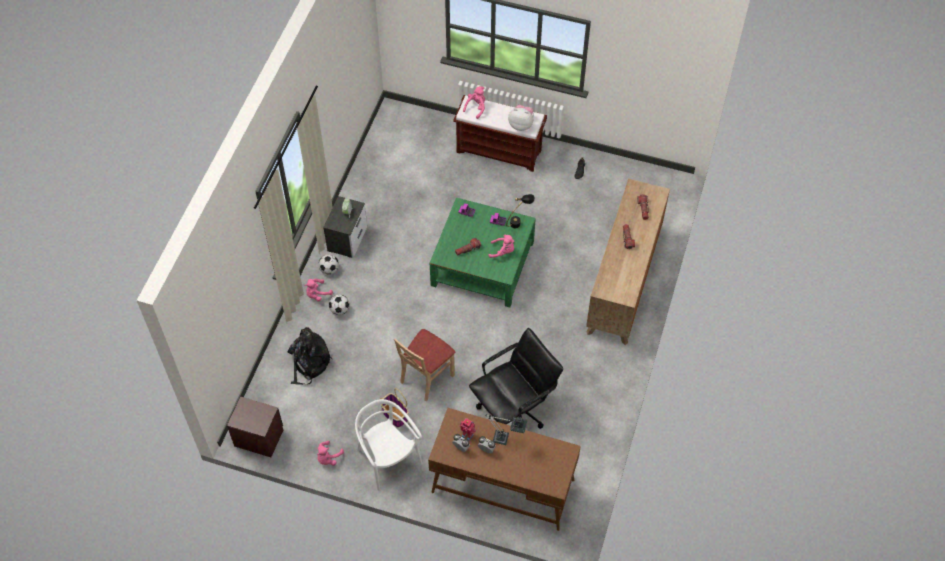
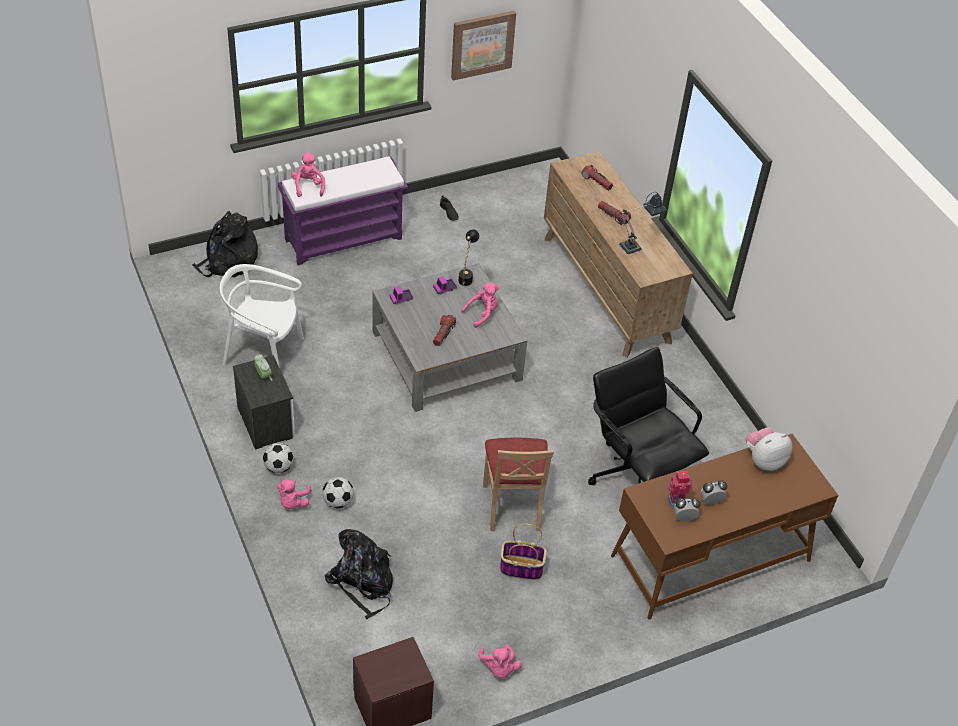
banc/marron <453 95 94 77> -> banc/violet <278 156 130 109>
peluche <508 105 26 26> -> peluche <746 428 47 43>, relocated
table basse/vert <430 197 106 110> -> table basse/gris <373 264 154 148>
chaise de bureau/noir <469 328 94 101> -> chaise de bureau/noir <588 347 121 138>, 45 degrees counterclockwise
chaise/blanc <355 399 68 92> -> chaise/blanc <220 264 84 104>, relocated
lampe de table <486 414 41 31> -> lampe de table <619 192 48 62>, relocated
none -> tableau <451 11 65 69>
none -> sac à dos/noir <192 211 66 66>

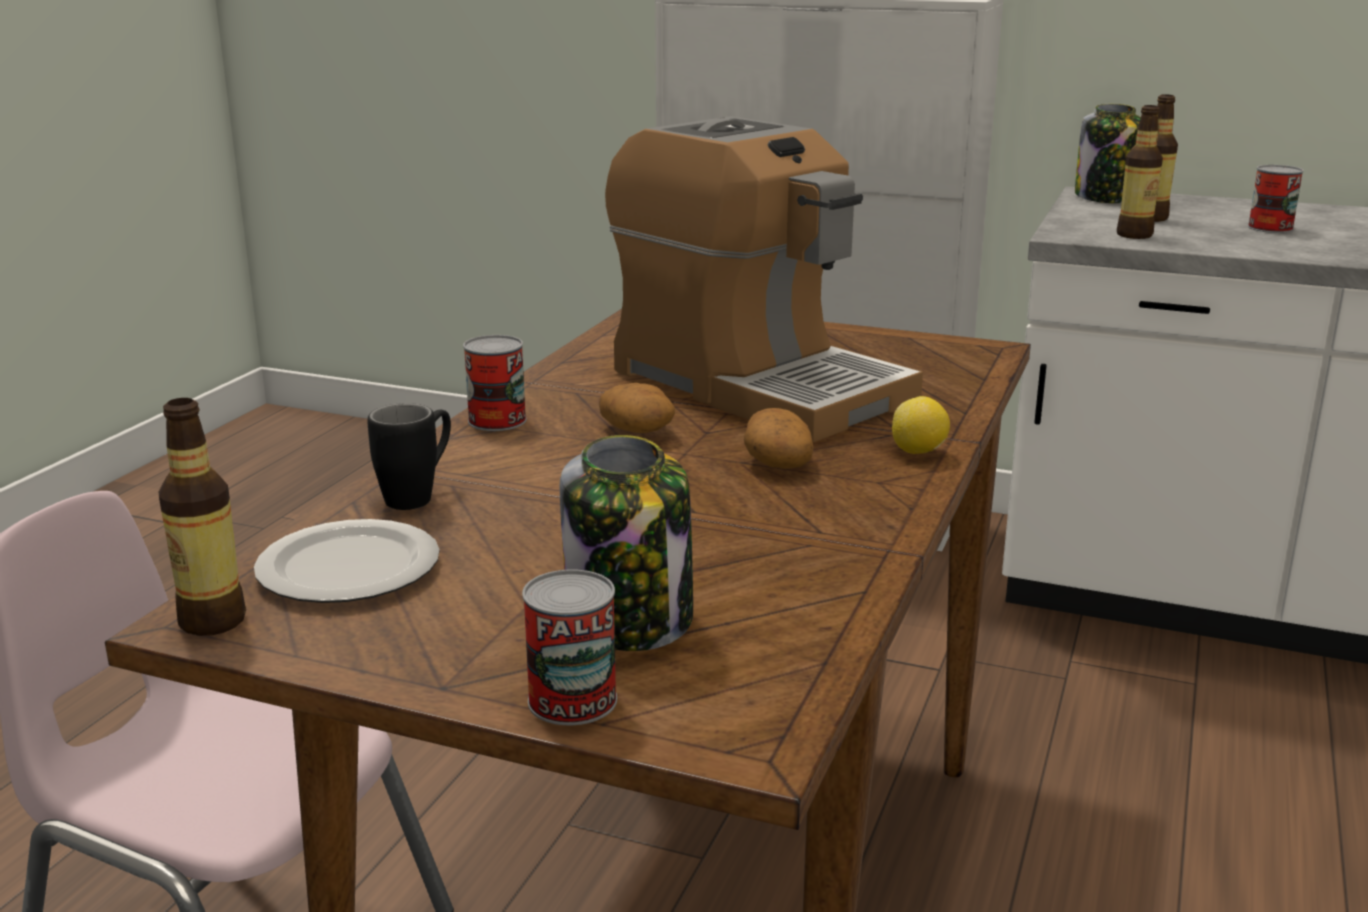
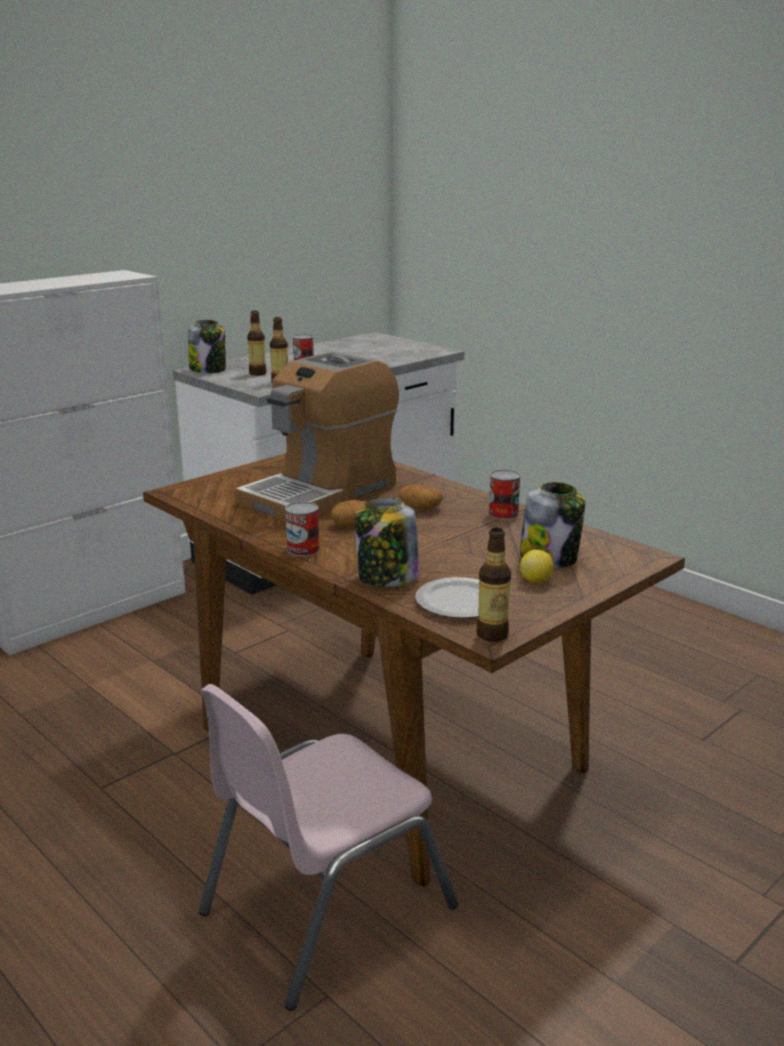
machine à café <605 116 318 326> -> machine à café <235 351 164 171>, 150 degrees clockwise
citron <892 396 58 58> -> citron <520 549 34 34>, relocated
mug/noir <367 403 84 107> -> bocal <355 498 64 89>
boîte métallique <522 569 95 156> -> boîte métallique <489 469 32 50>, relocated

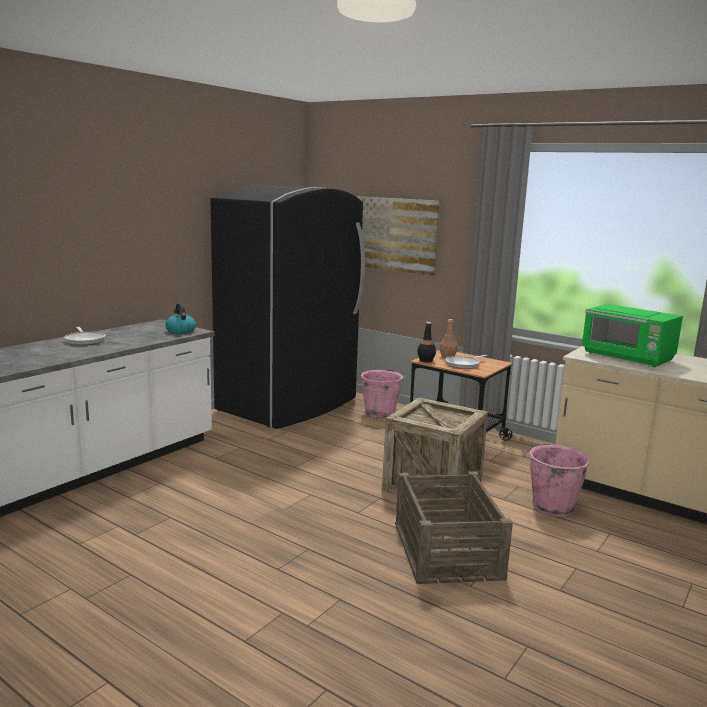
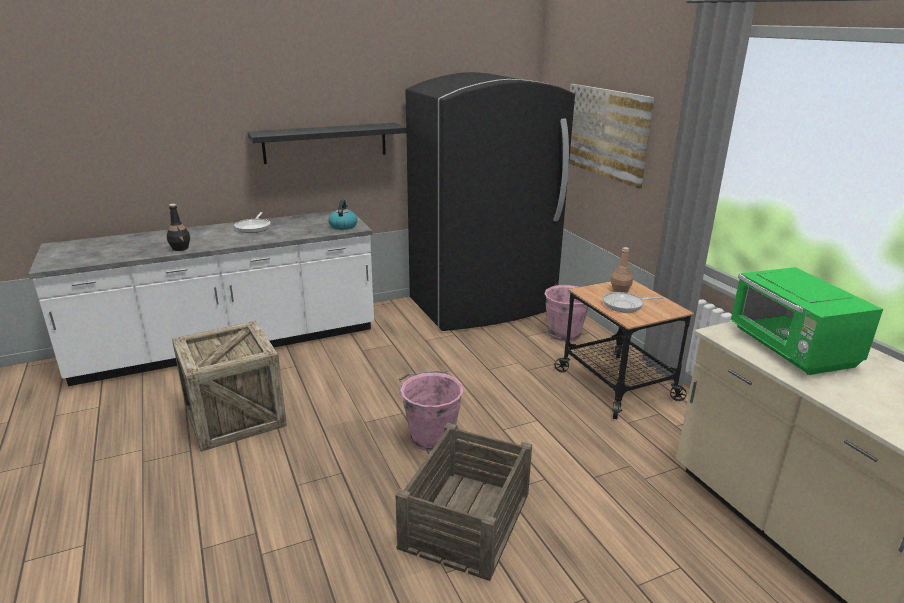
bouteille/noir <417 322 19 41> -> bouteille/noir <167 204 23 47>, relocated
caisse <382 398 106 113> -> caisse <172 321 115 131>, relocated
seau/rose <522 444 68 73> -> seau/rose <399 371 65 80>, relocated
none -> étagère/noir <247 123 159 41>

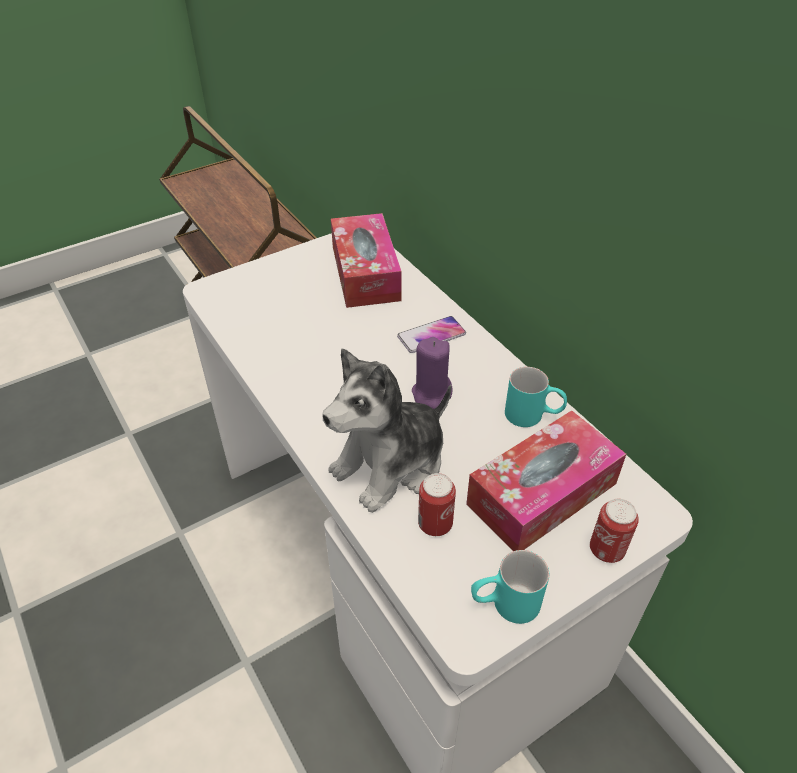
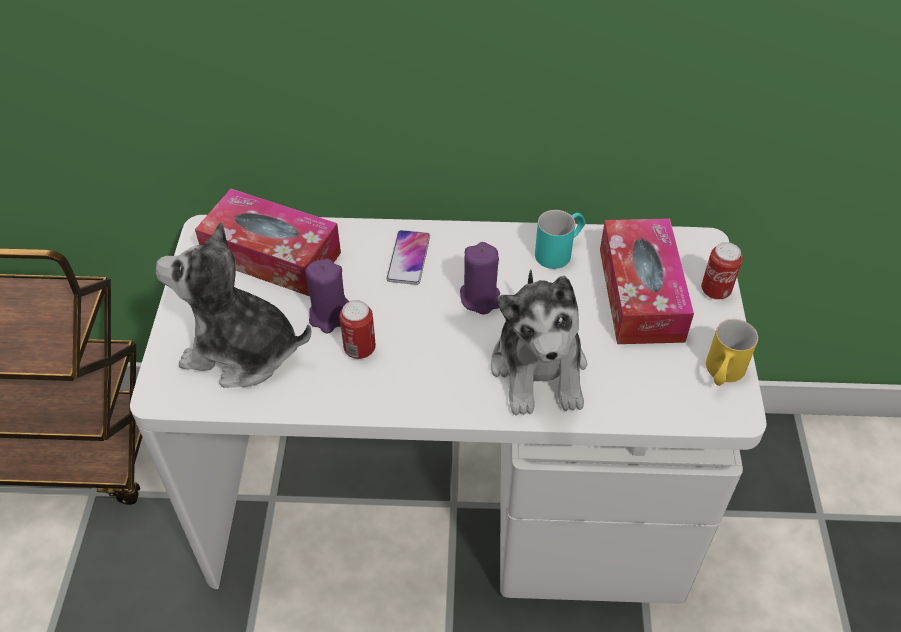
boîte métallique <418 473 38 63> -> boîte métallique <339 300 37 59>, relocated
mug/turquoise <471 550 78 74> -> mug/jaune <706 319 52 67>
none -> peluche <156 222 156 166>
none -> bougie/violet <305 258 44 76>

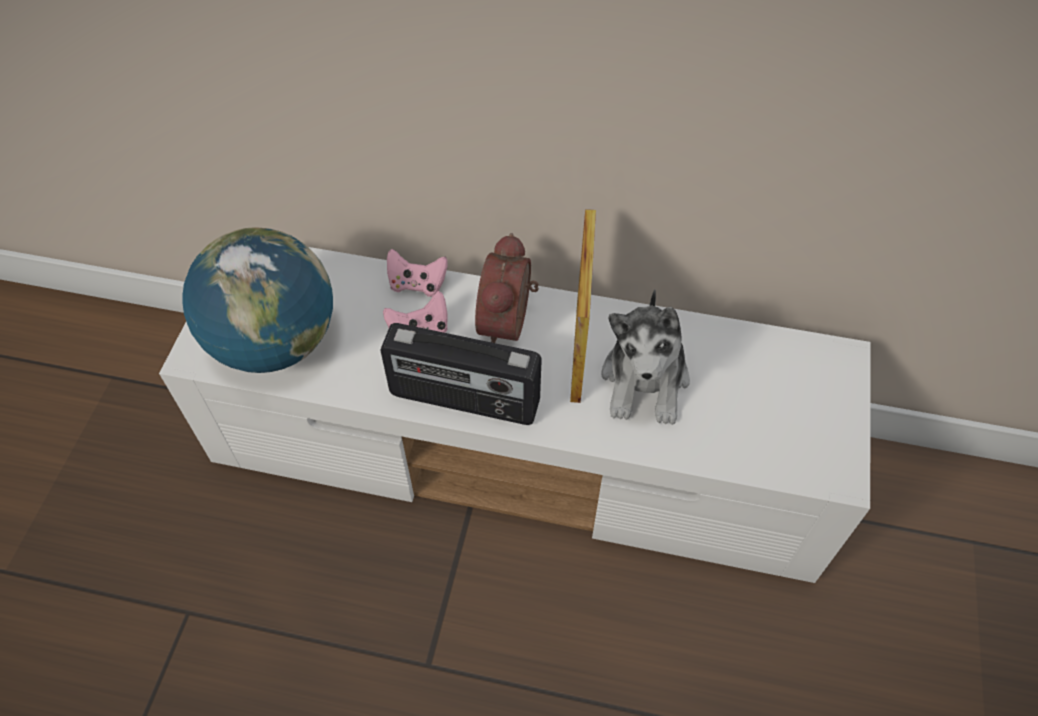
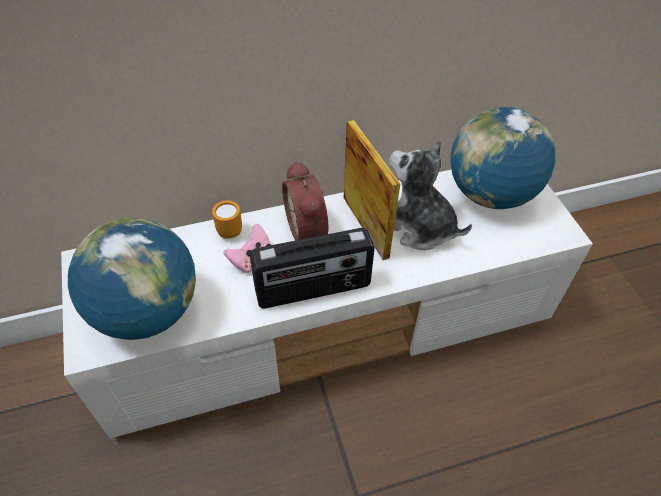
manette/rose <387 249 61 48> -> mug/orange <212 200 30 39>
peluche <601 290 89 135> -> peluche <389 140 83 110>, 150 degrees clockwise
none -> globe <450 107 105 102>

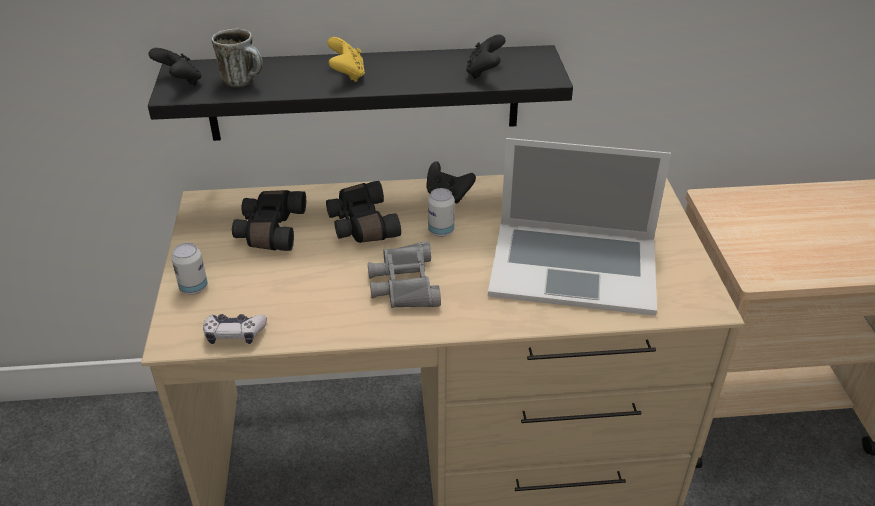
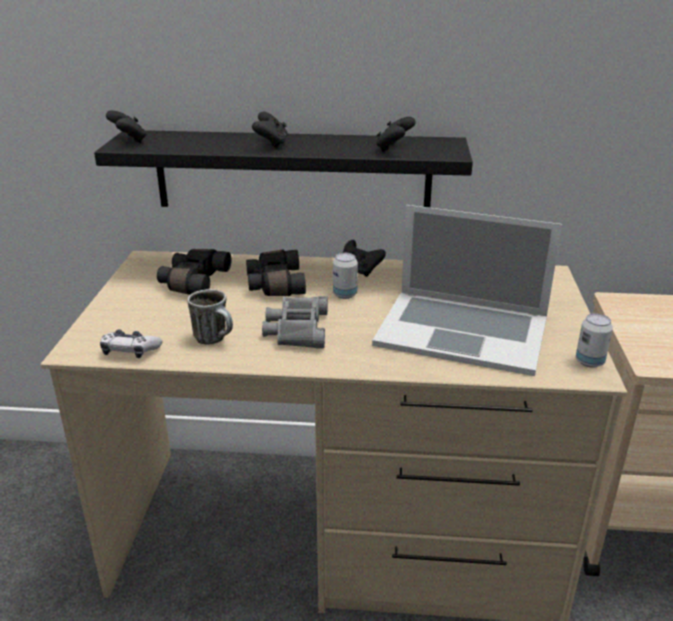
mug <212 29 51 58> -> mug <187 289 46 55>, relocated
manette/jaune <327 37 38 45> -> manette/noir <252 112 36 36>
boîte métallique <171 243 37 52> -> boîte métallique <576 313 37 55>, relocated

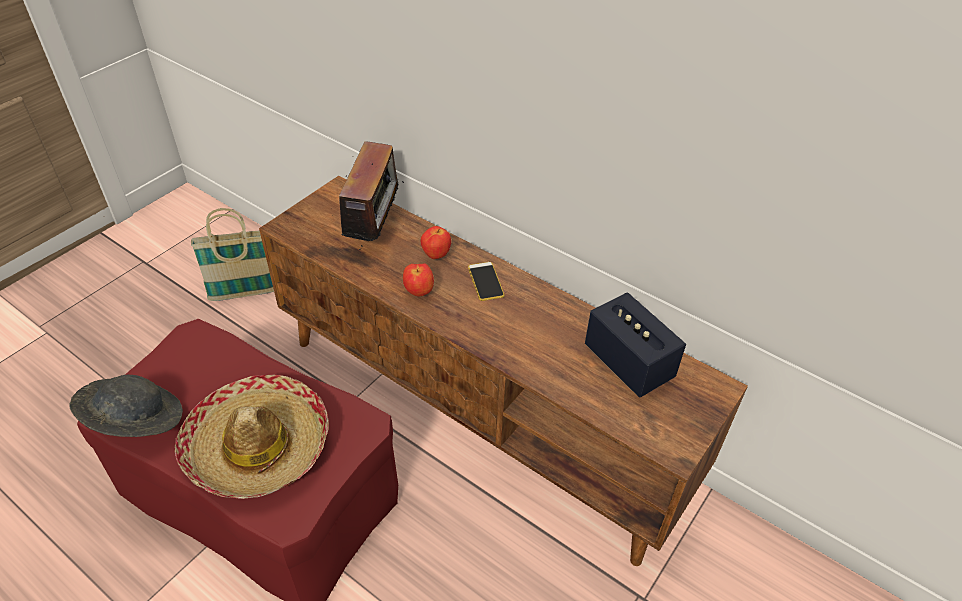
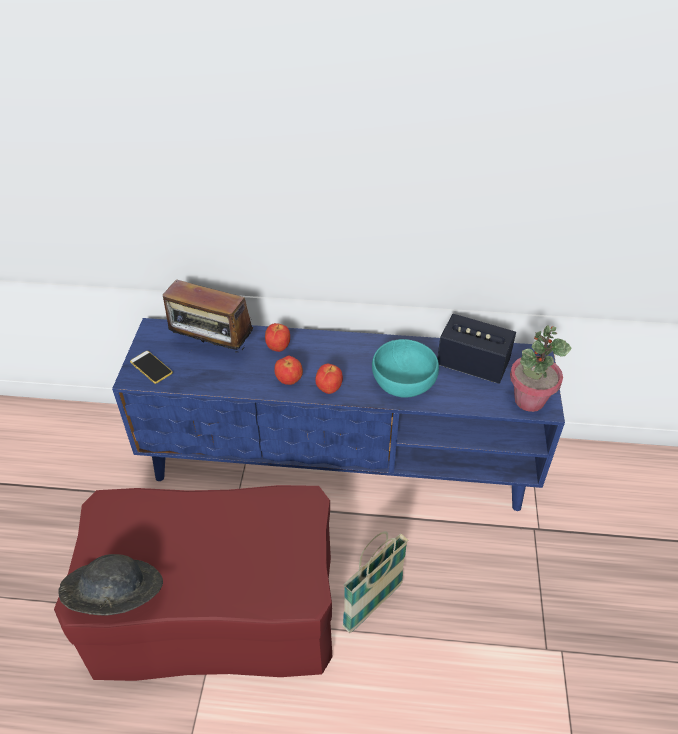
radio <339 141 69 112> -> radio <163 279 90 74>, 135 degrees clockwise
meuble télé/marron <259 176 489 390> -> meuble télé/bleu <112 318 453 193>
panier <191 208 83 93> -> panier <342 531 66 102>, relocated
téléphone <468 262 37 39> -> téléphone <130 351 43 33>, relocated
chapeau <175 375 154 124> -> none
none -> plante en pot <510 325 61 87>
none -> bol/turquoise <372 339 67 59>
none -> pomme <315 364 28 30>

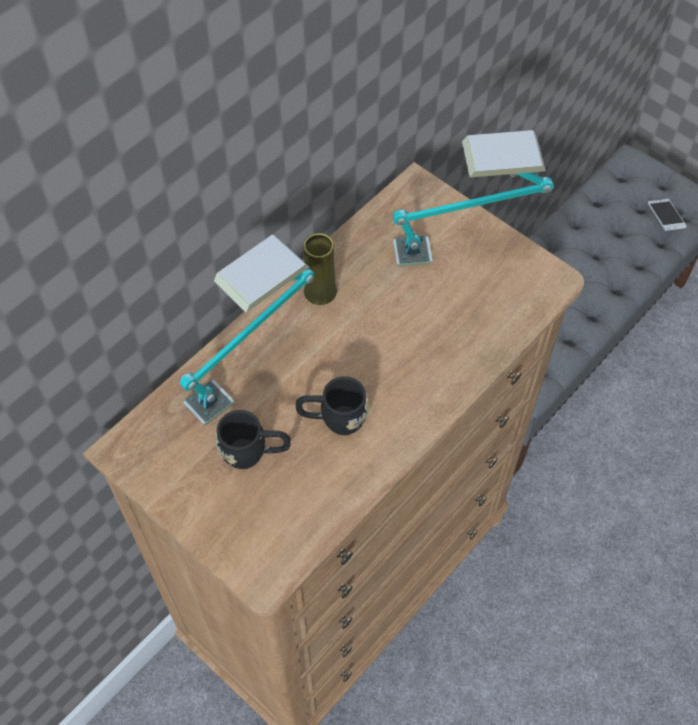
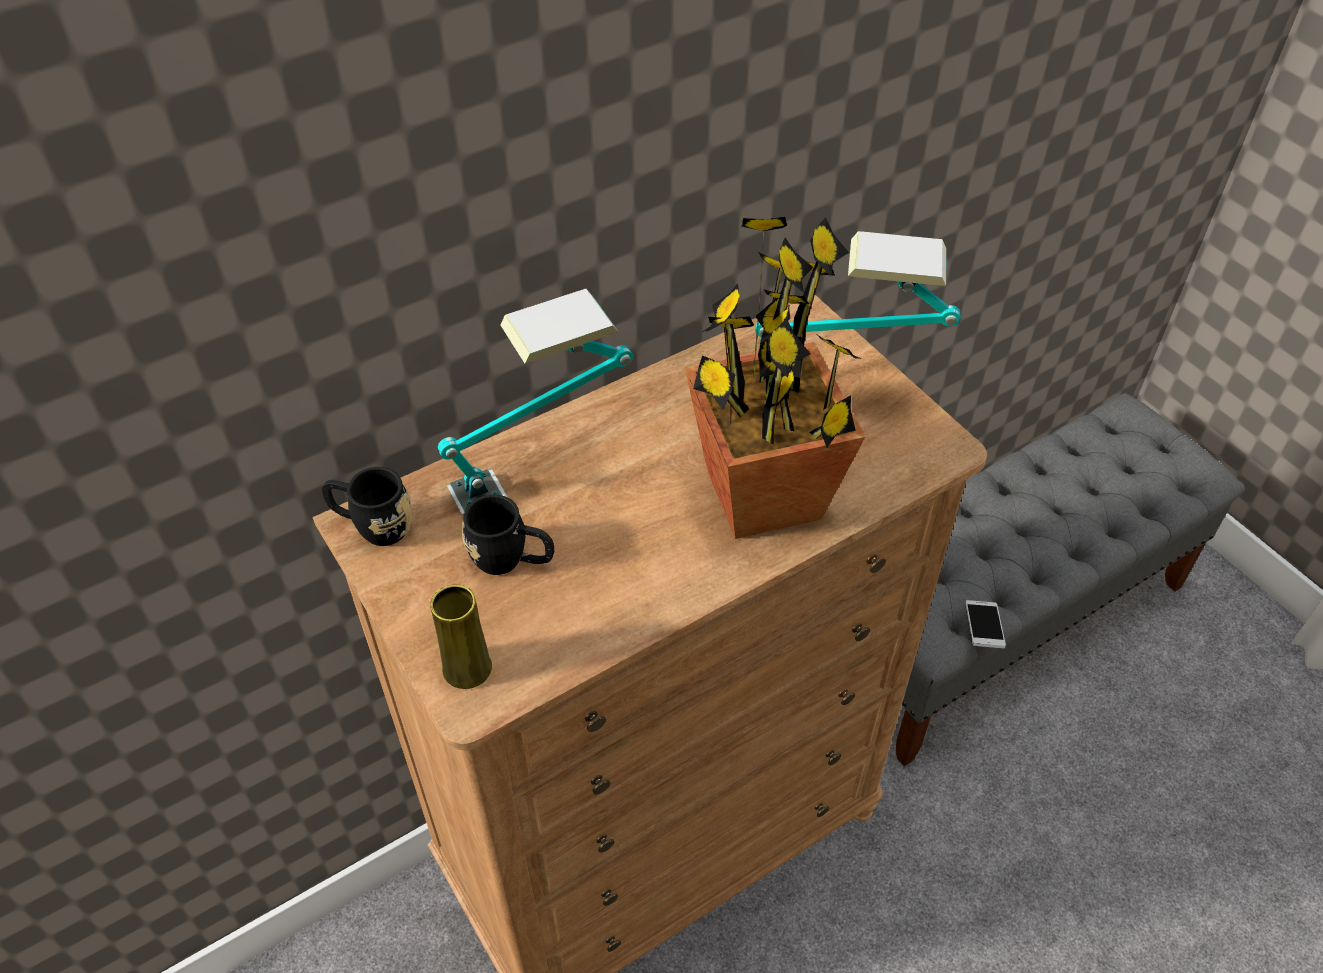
téléphone <647 199 40 32> -> téléphone <965 600 41 48>, relocated
vase/jaune <304 233 33 72> -> vase/jaune <430 584 62 105>, relocated
mug/noir <296 376 74 59> -> mug/noir <322 467 90 79>, relocated
none -> plante en pot <685 217 180 322>

